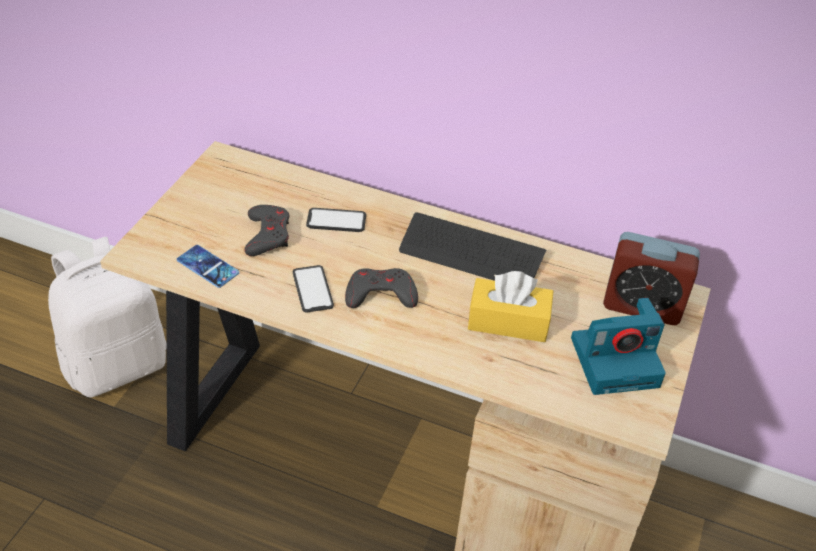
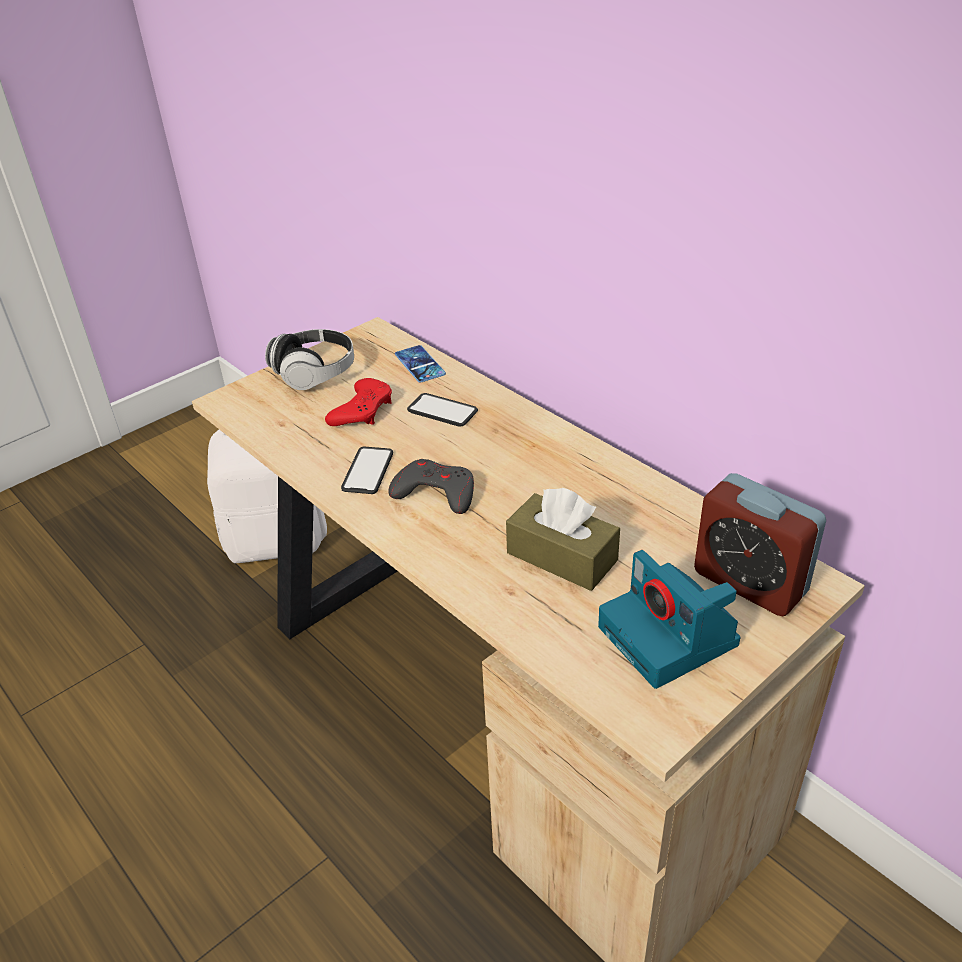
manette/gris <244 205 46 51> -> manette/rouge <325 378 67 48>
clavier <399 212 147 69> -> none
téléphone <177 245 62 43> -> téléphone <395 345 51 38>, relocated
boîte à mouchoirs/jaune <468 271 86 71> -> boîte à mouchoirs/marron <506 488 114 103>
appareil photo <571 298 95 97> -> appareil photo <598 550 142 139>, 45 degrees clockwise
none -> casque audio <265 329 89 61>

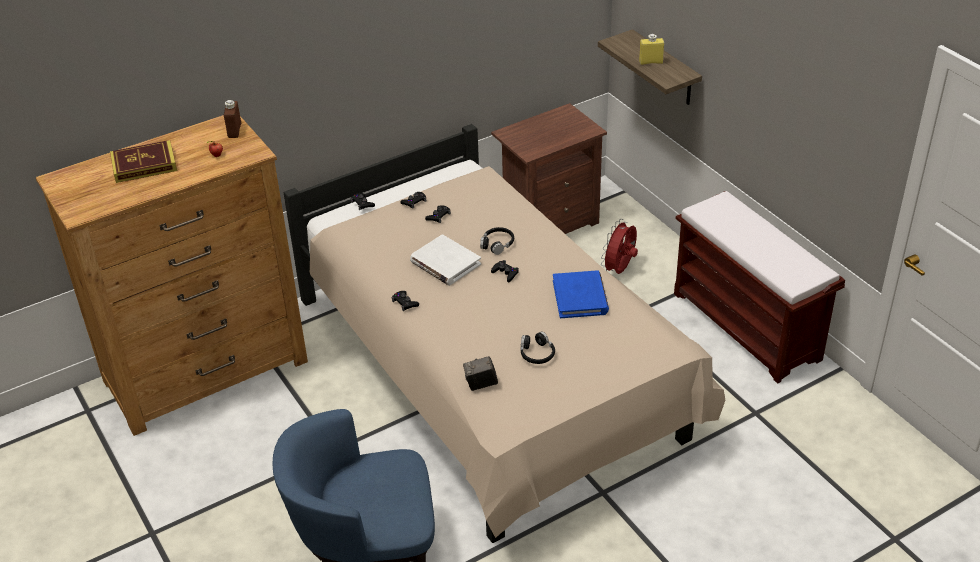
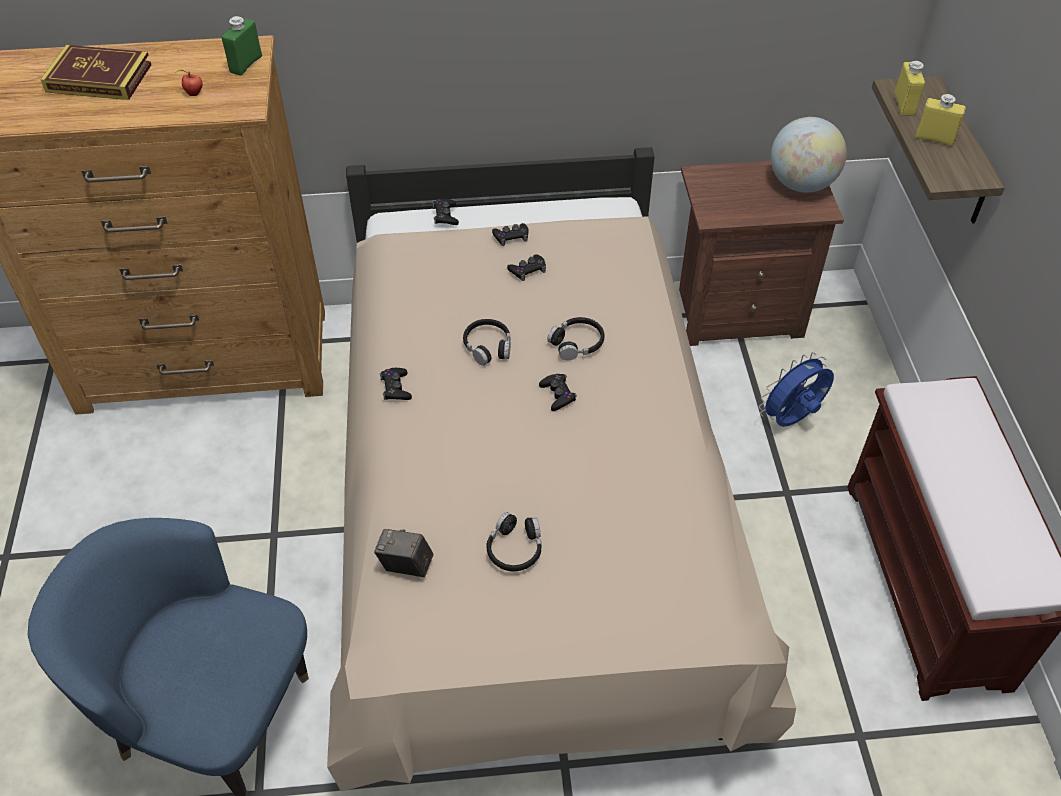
bouteille/marron <224 100 17 38> -> bouteille/vert <221 16 41 60>
ventilateur/rouge <601 219 37 55> -> ventilateur/bleu <759 352 75 75>
livre/blanc <410 234 71 52> -> casque audio/noir <463 319 47 47>
livre/bleu <553 270 56 48> -> none
none -> bouteille/jaune <894 61 31 55>
none -> globe <771 117 76 76>

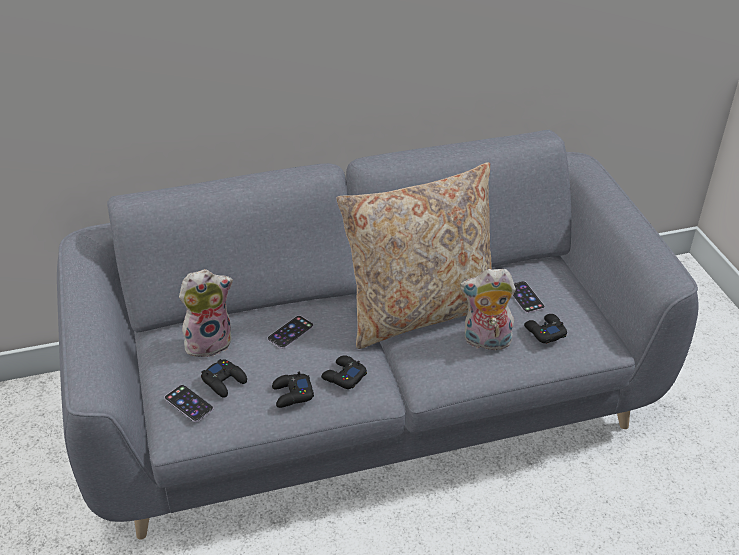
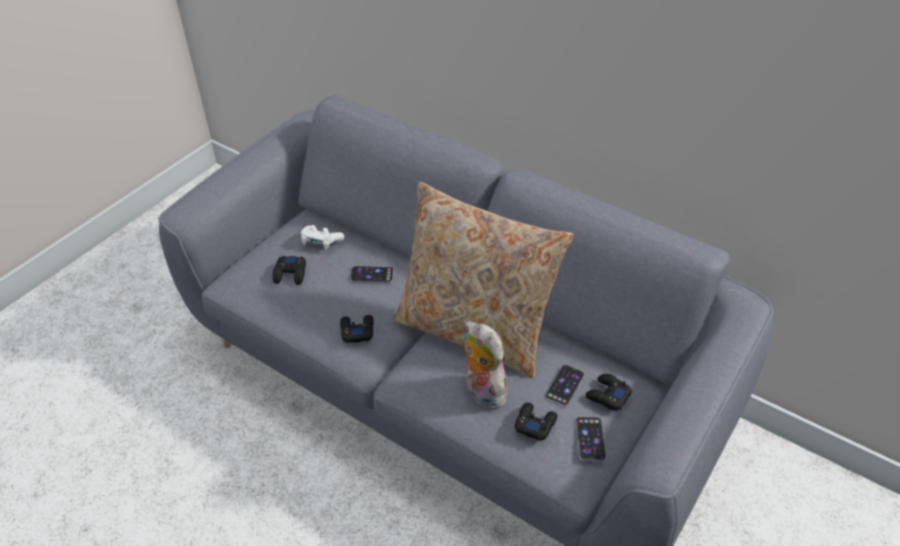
peluche <179 269 54 89> -> manette/blanc <301 225 43 25>
manette/noir <272 372 42 36> -> manette/noir <586 374 46 37>, relocated
téléphone <164 385 49 37> -> téléphone <576 417 30 44>, relocated

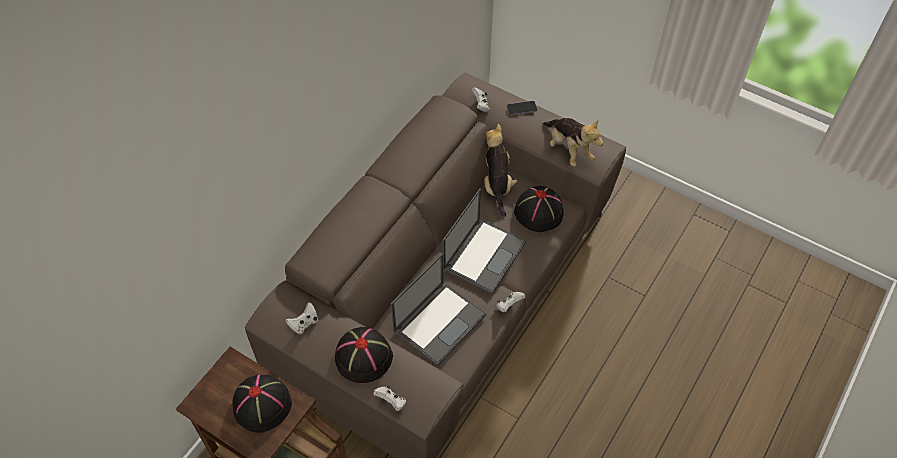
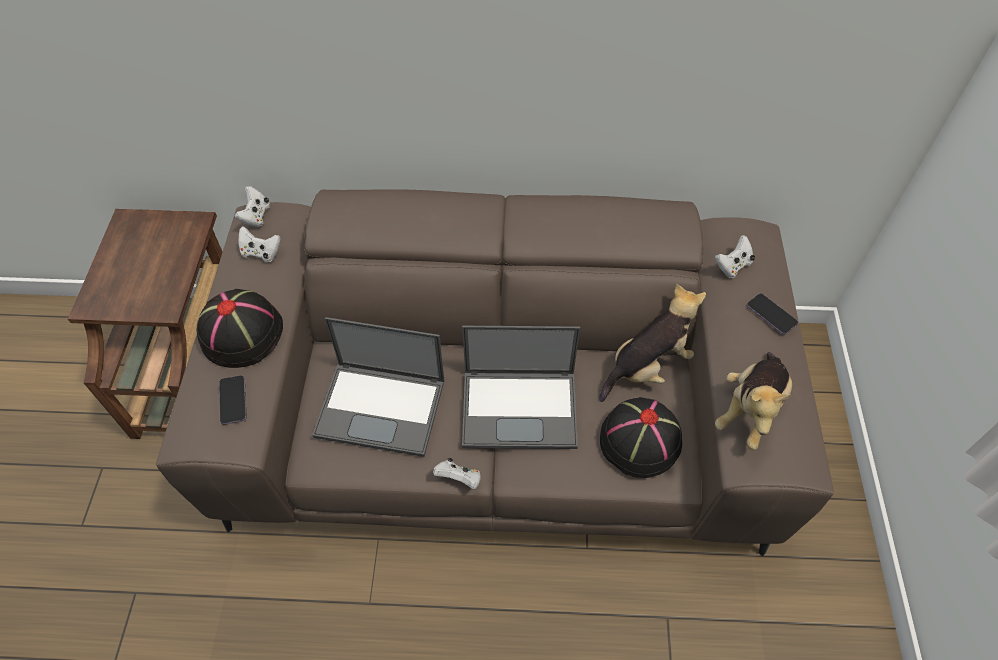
chapeau/noir <233 375 59 58> -> none
manette/blanc <373 385 33 26> -> manette/blanc <234 186 36 41>, relocated
none -> téléphone <219 375 28 50>

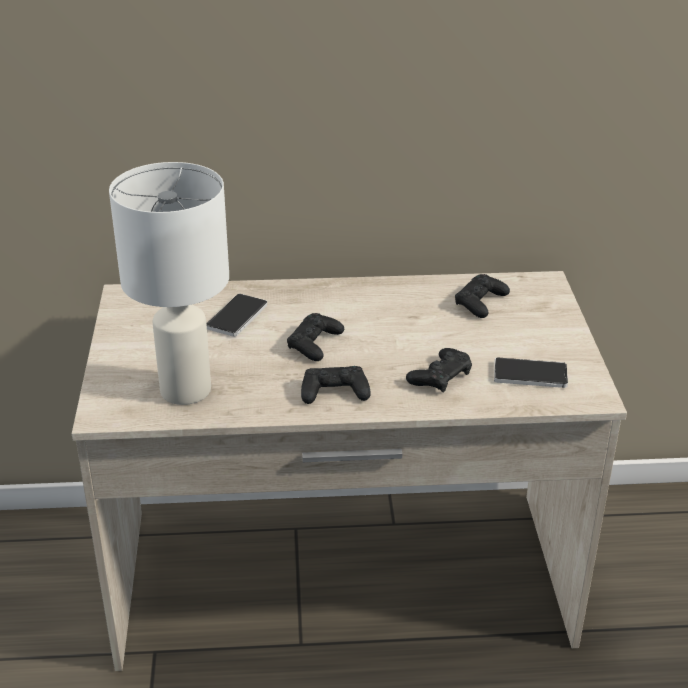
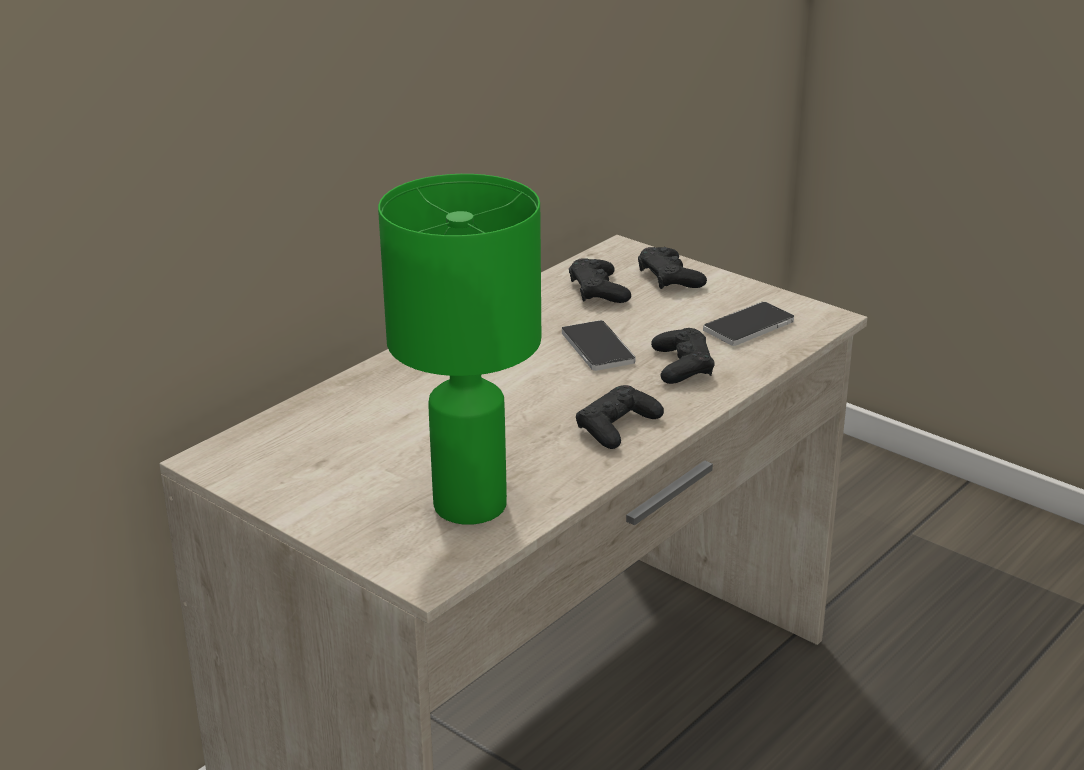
lampe de table/blanc <109 162 120 243> -> lampe de table/vert <378 174 163 351>
téléphone <206 293 61 44> -> téléphone <562 320 74 51>, relocated
manette/noir <287 313 57 48> -> manette/noir <638 247 69 42>, relocated

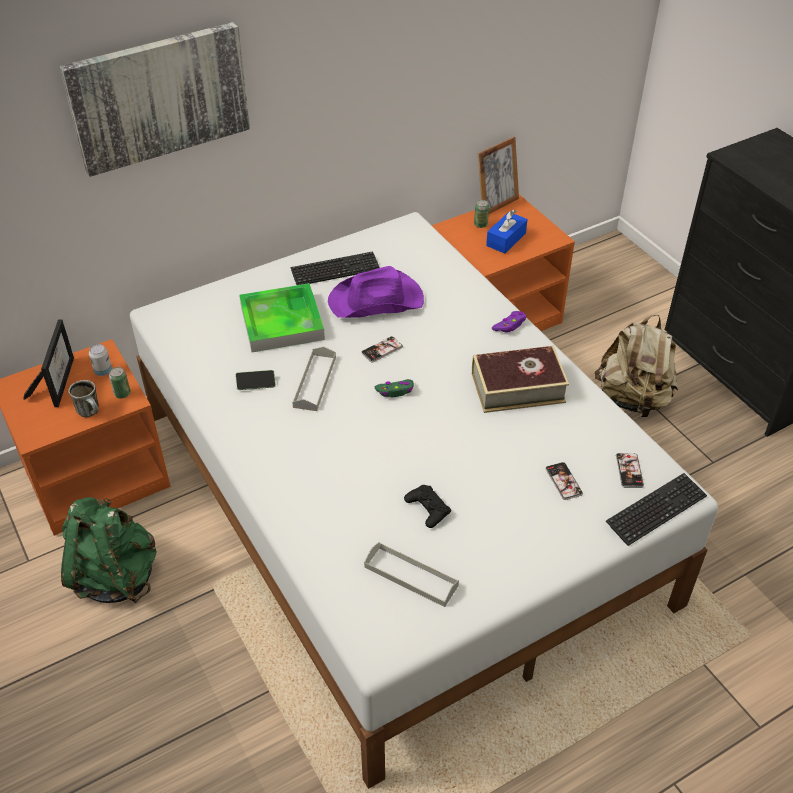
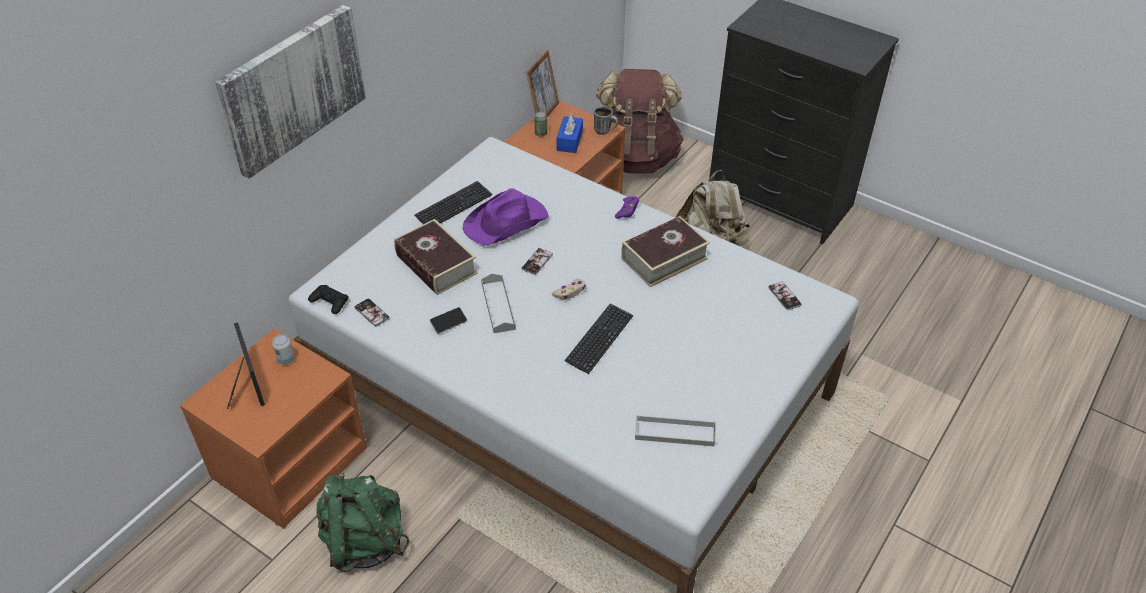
plateau <239 283 86 69> -> livre <394 219 84 76>
boîte métallique <109 367 22 32> -> none
manette/vert <375 379 39 18> -> manette/beige <551 279 35 21>
mug <68 380 31 37> -> mug <594 106 24 29>, relocated
téléphone <545 462 38 38> -> téléphone <354 299 36 28>, relocated
clavier <606 473 101 73> -> clavier <565 304 68 70>, relocated
manette/noir <404 485 47 43> -> manette/noir <308 285 41 29>, relocated
none -> sac à dos/marron <596 69 88 105>

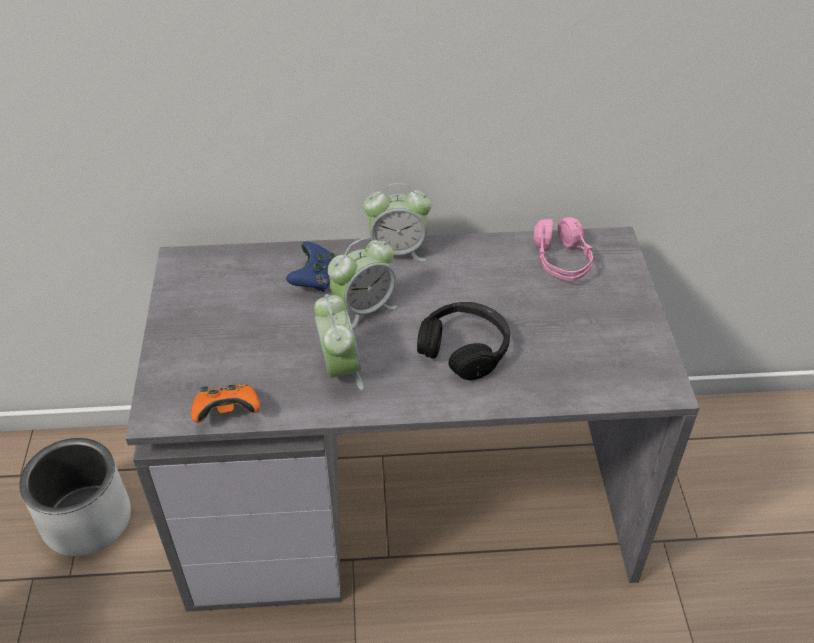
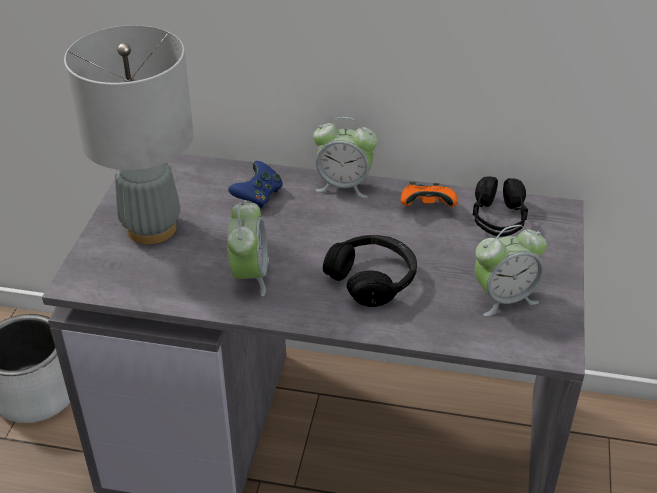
casque audio/rose <533 217 60 64> -> casque audio/noir <473 176 55 61>
réveil <328 238 69 91> -> réveil <474 225 73 91>, relocated
manette/orange <191 384 69 39> -> manette/orange <401 182 57 25>, relocated
none -> lampe de table/gris <64 25 130 219>

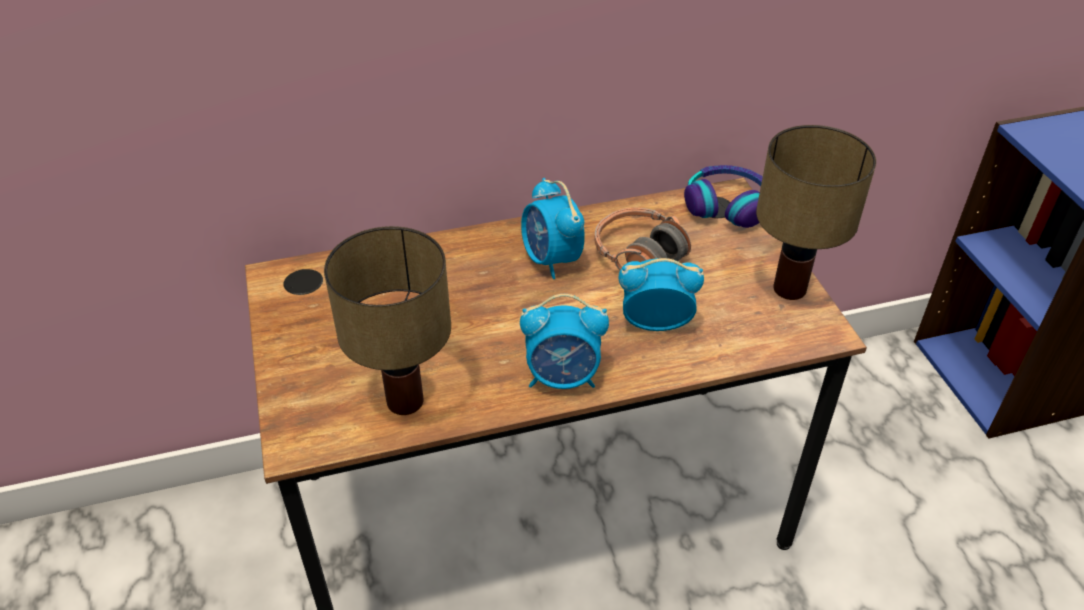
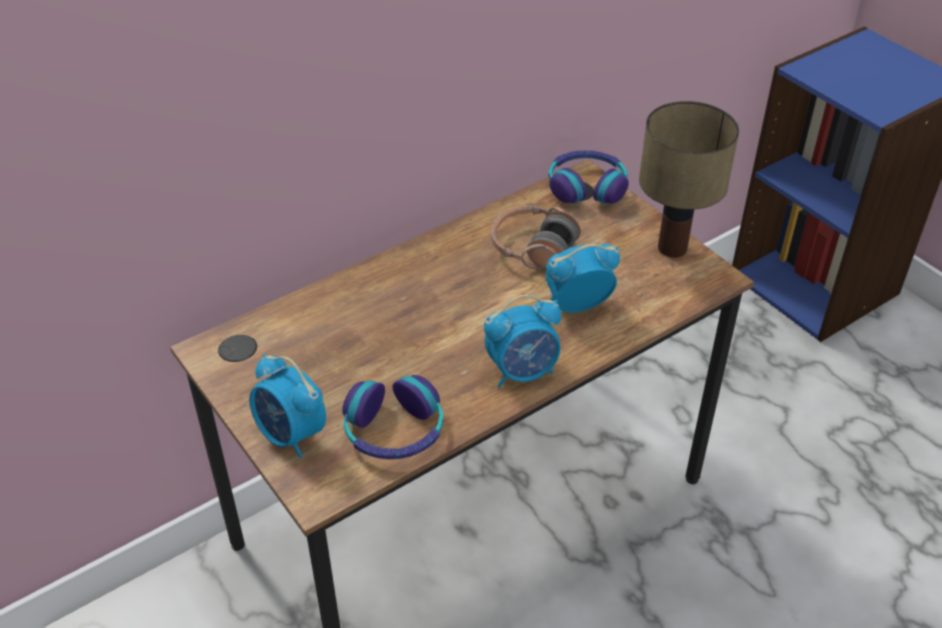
réveil <521 178 64 101> -> réveil <249 354 77 104>, relocated
lampe de table <324 226 127 189> -> casque audio <342 375 101 84>

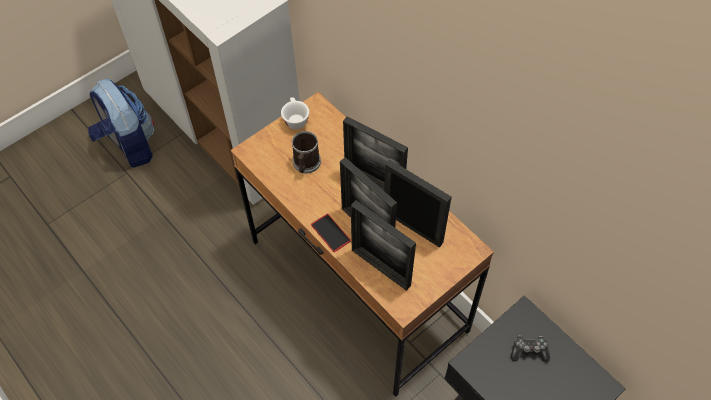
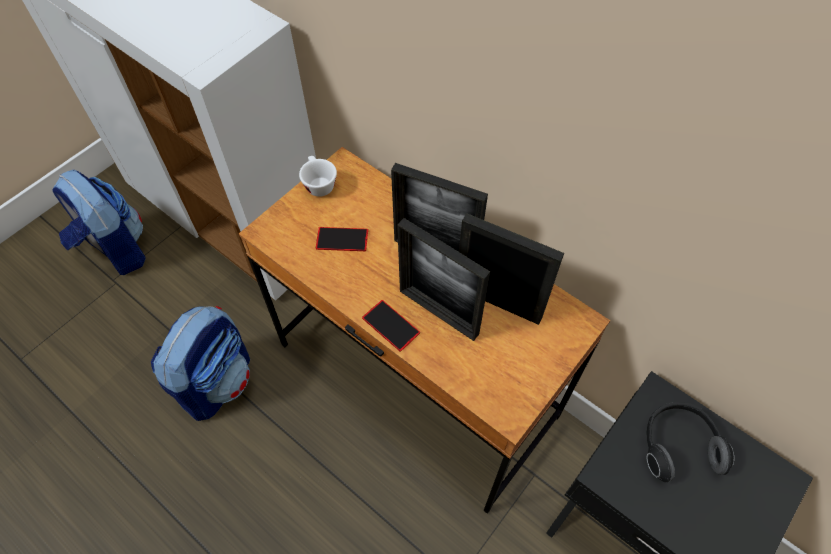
mug <292 131 29 42> -> téléphone <316 227 52 24>
cadre photo <351 200 65 91> -> none
manette <511 335 39 27> -> casque audio <647 402 87 81>
none -> sac à dos <151 306 99 115>

